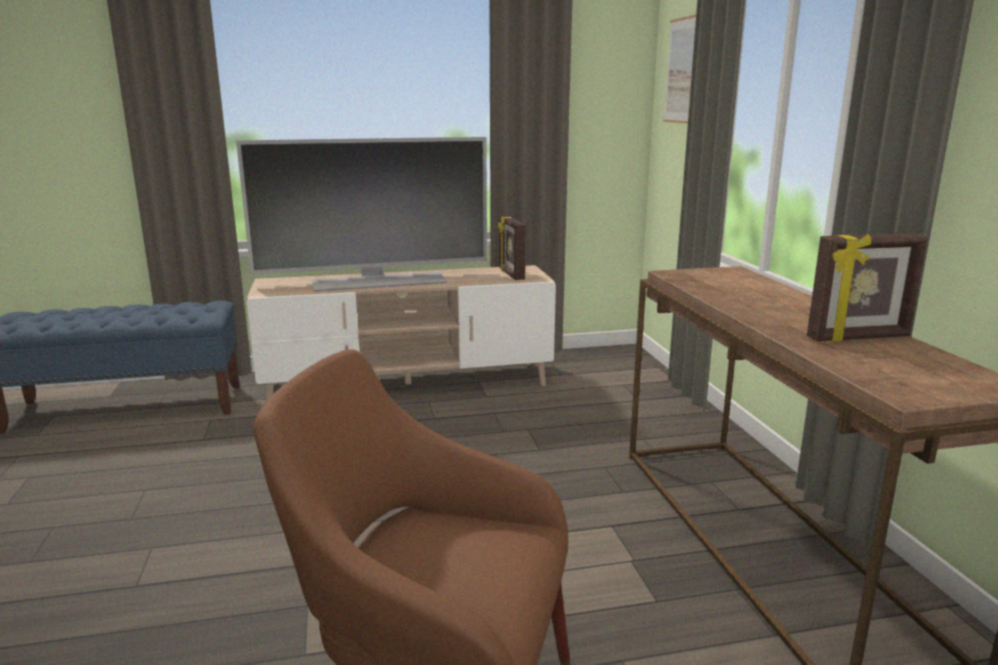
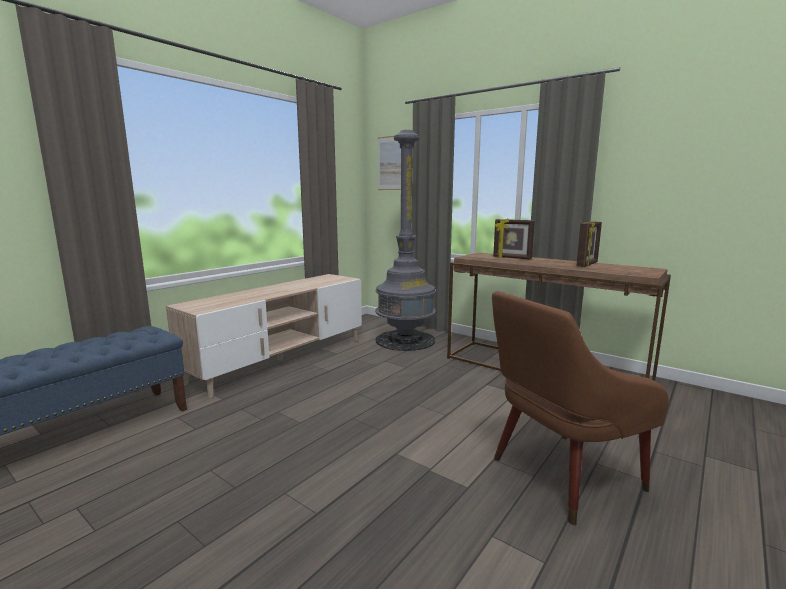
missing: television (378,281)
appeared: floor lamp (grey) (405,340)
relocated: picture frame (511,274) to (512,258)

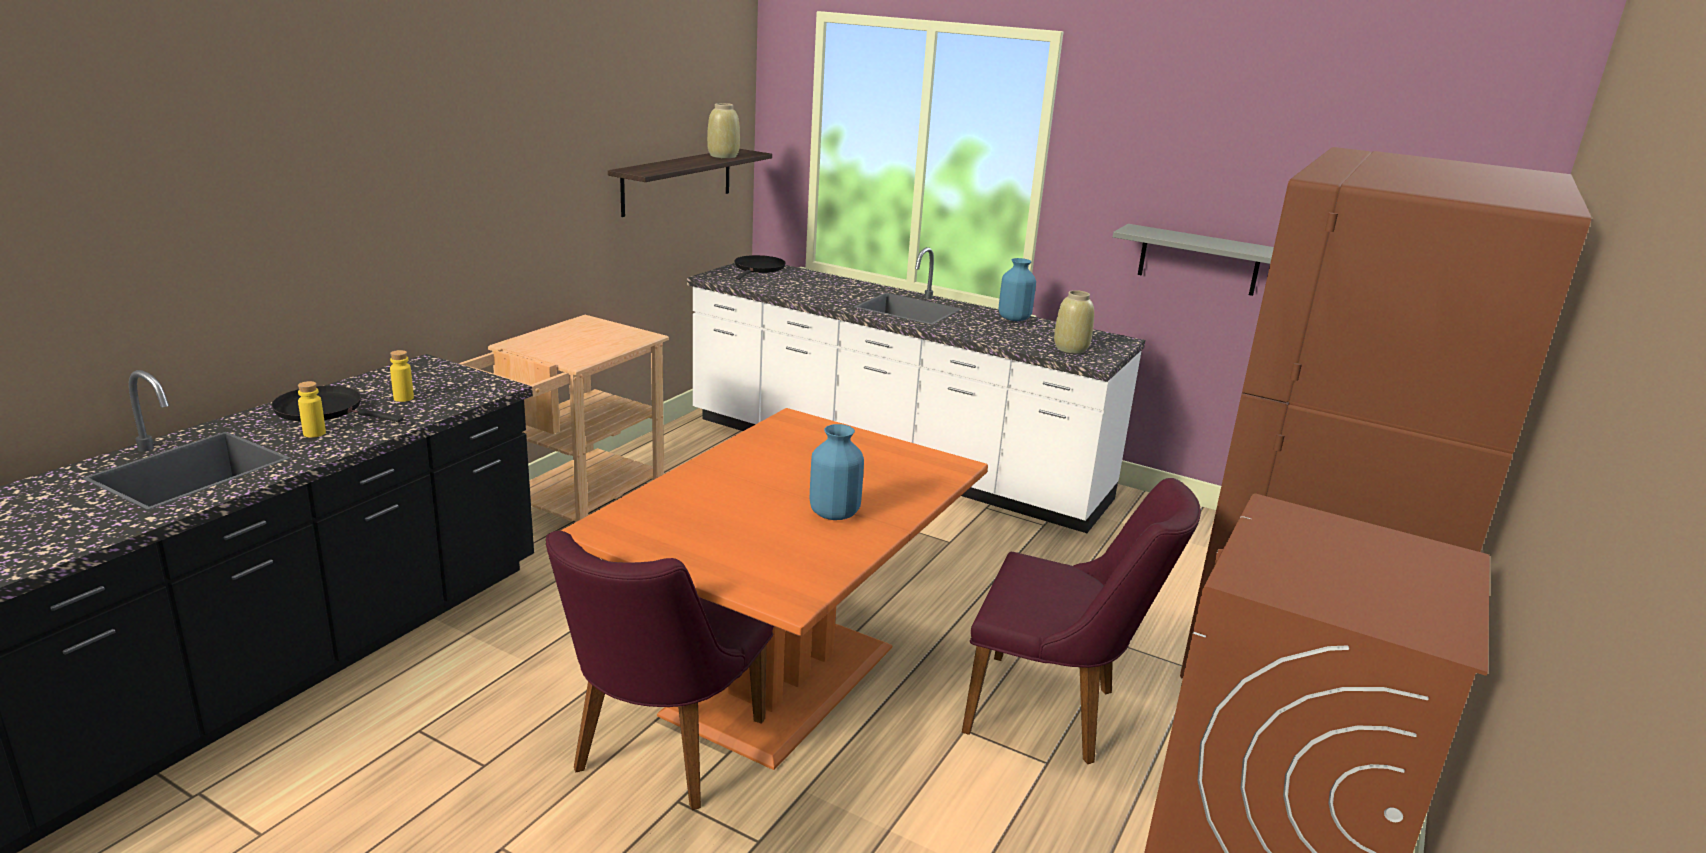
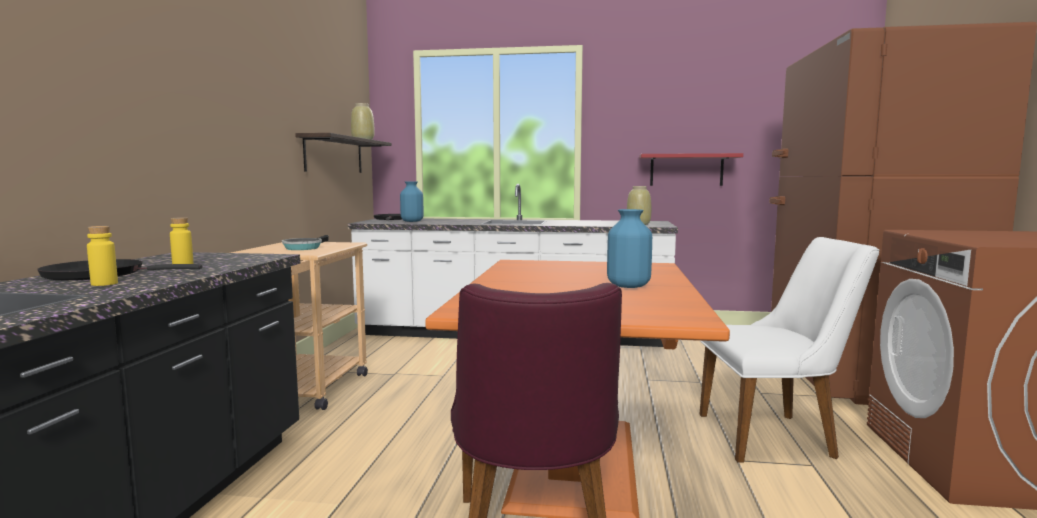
appeared: frying pan (304,247)
relocated: vase (blue) (1013,318) to (412,221)
colour: shelf (grey) (1198,260) to shelf (red) (686,170); chair (purple) (1056,713) to chair (white) (778,436)

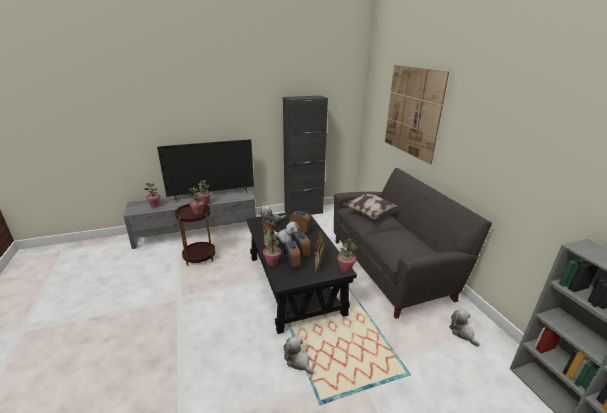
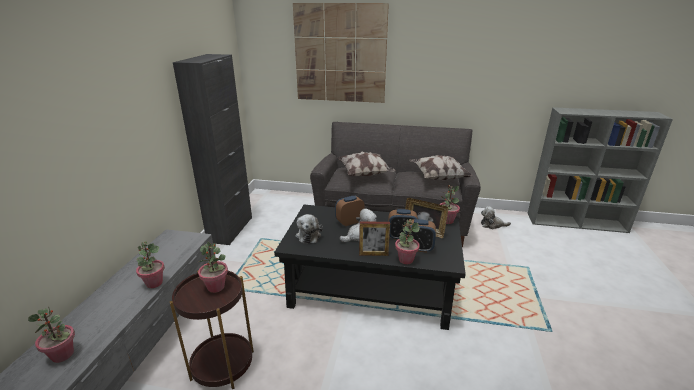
missing: television (212,195); plush toy (298,361)
appeared: pillow (438,177)

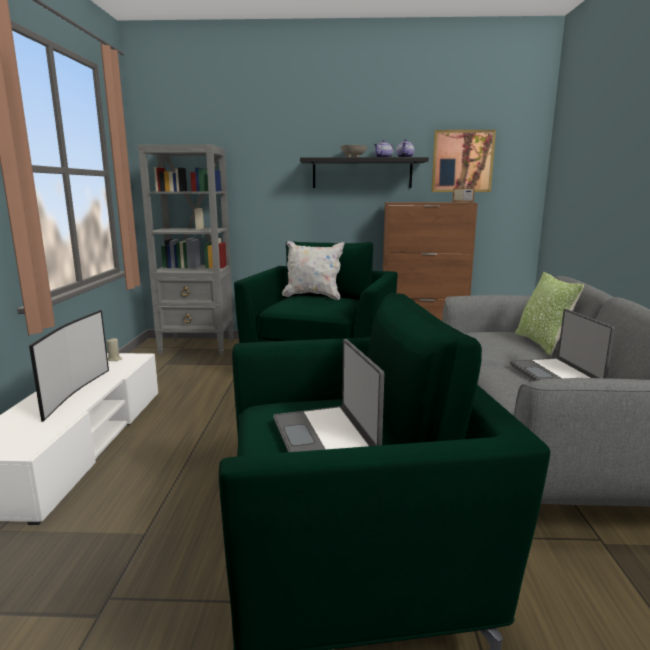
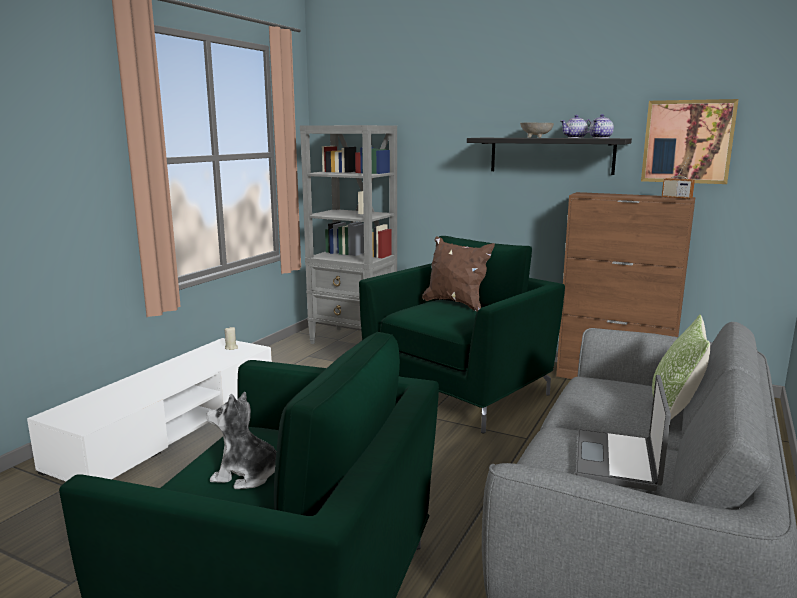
missing: television (74,393)
exchanged: laptop (326,437) to plush toy (247,475)
colour: pillow (white) (313,296) to pillow (brown) (456,303)

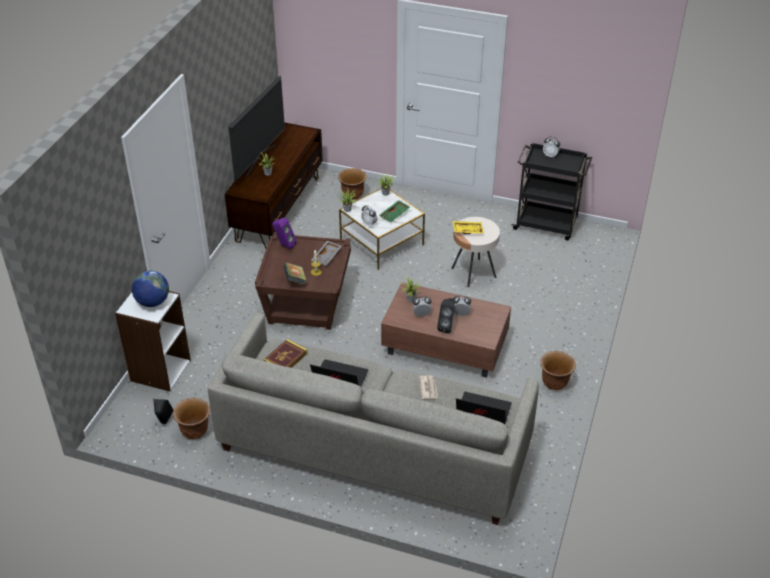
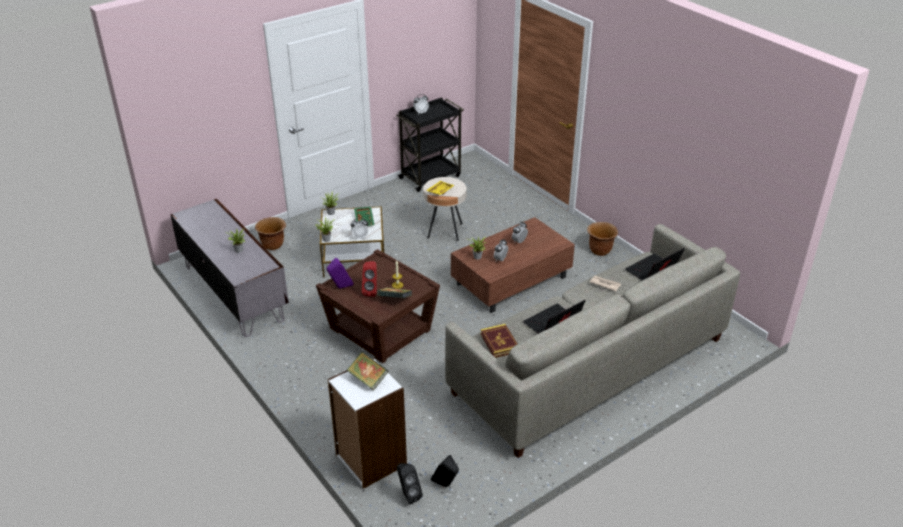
missing: television (260,160); tray (grey) (327,257); planter (brown) (195,431)
appeared: speaker (red) (371,291)
relocated: speaker (black) (447,327) to (408,495)
exchanged: globe (152,302) to book (368,379)
colour: tv stand (brown) (279,208) to tv stand (grey) (234,292)

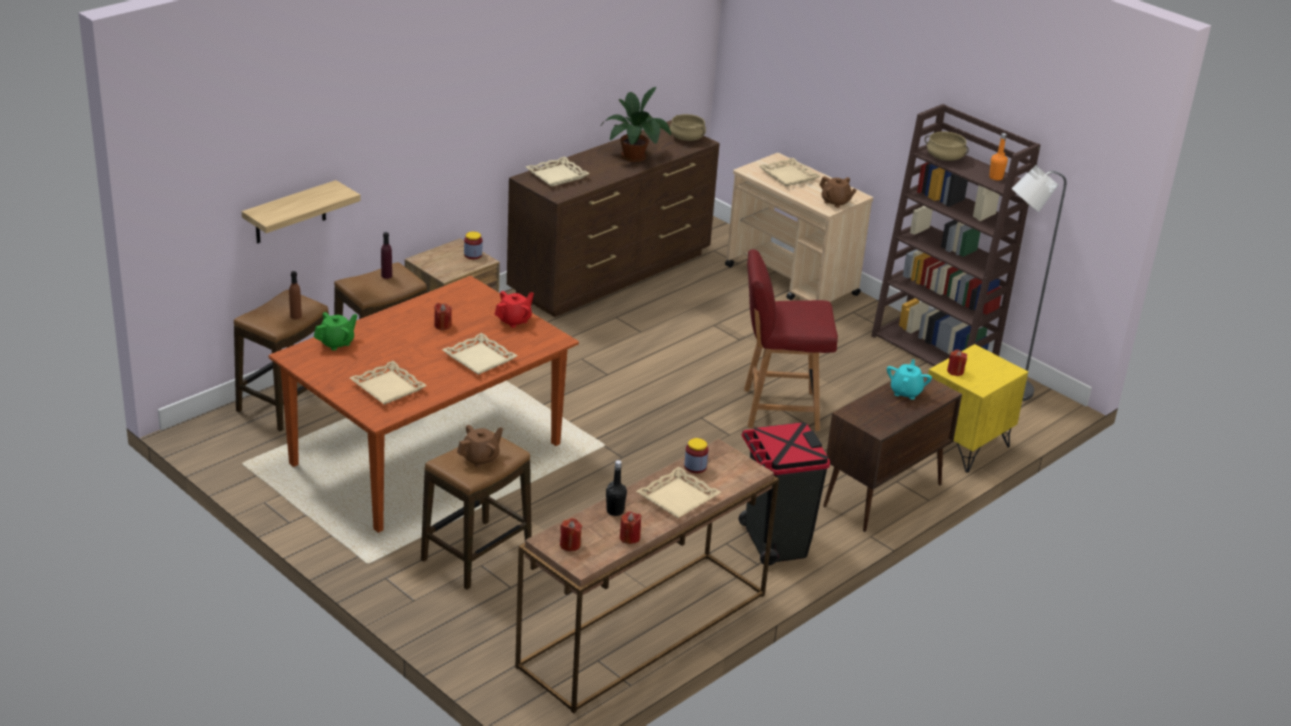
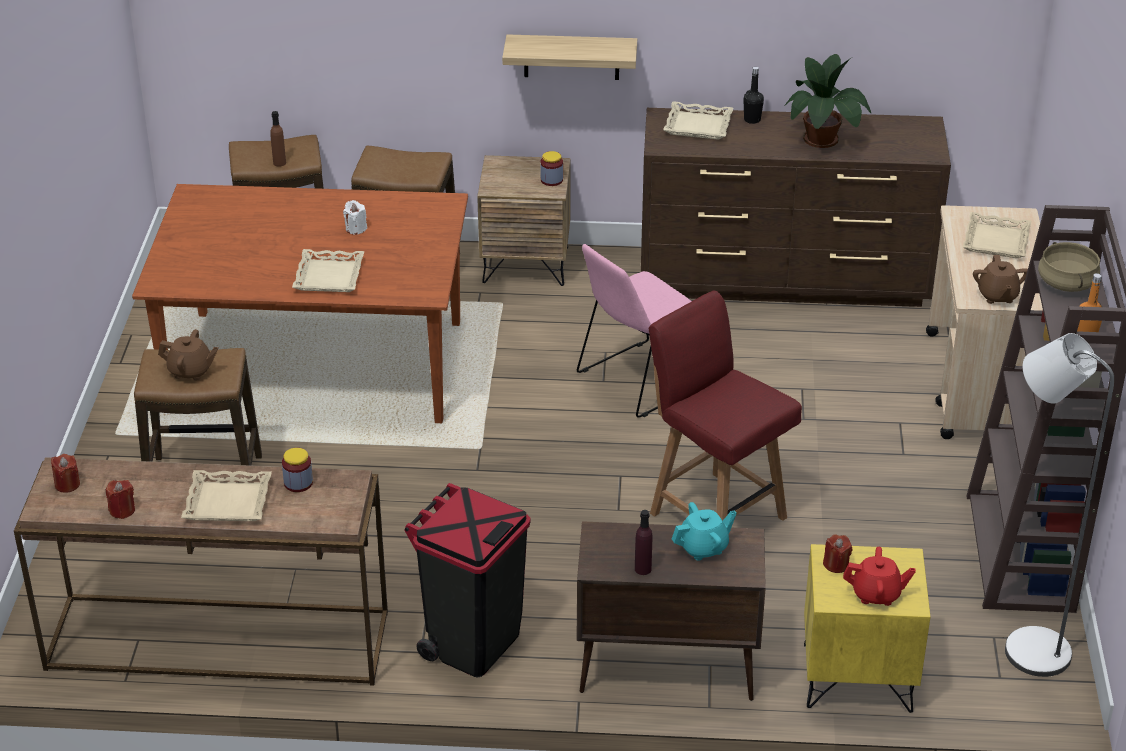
missing: cooking pot (beige) (687,138); teapot (green) (336,343); tray (beige) (388,388)
appeared: chair (pink) (637,381)
relocated: shelf (290,213) to (571,57); bottle (purple) (386,276) to (643,569); teapot (red) (514,320) to (876,594); bottle (black) (615,511) to (752,120)
colour: candle (red) (442,325) to candle (white) (356,229)

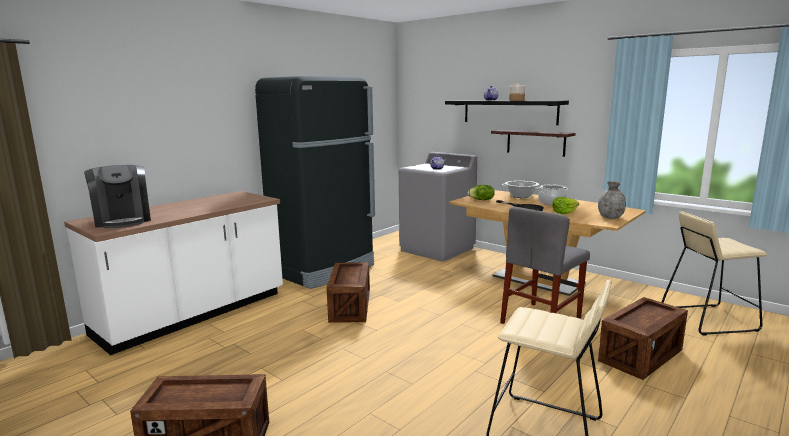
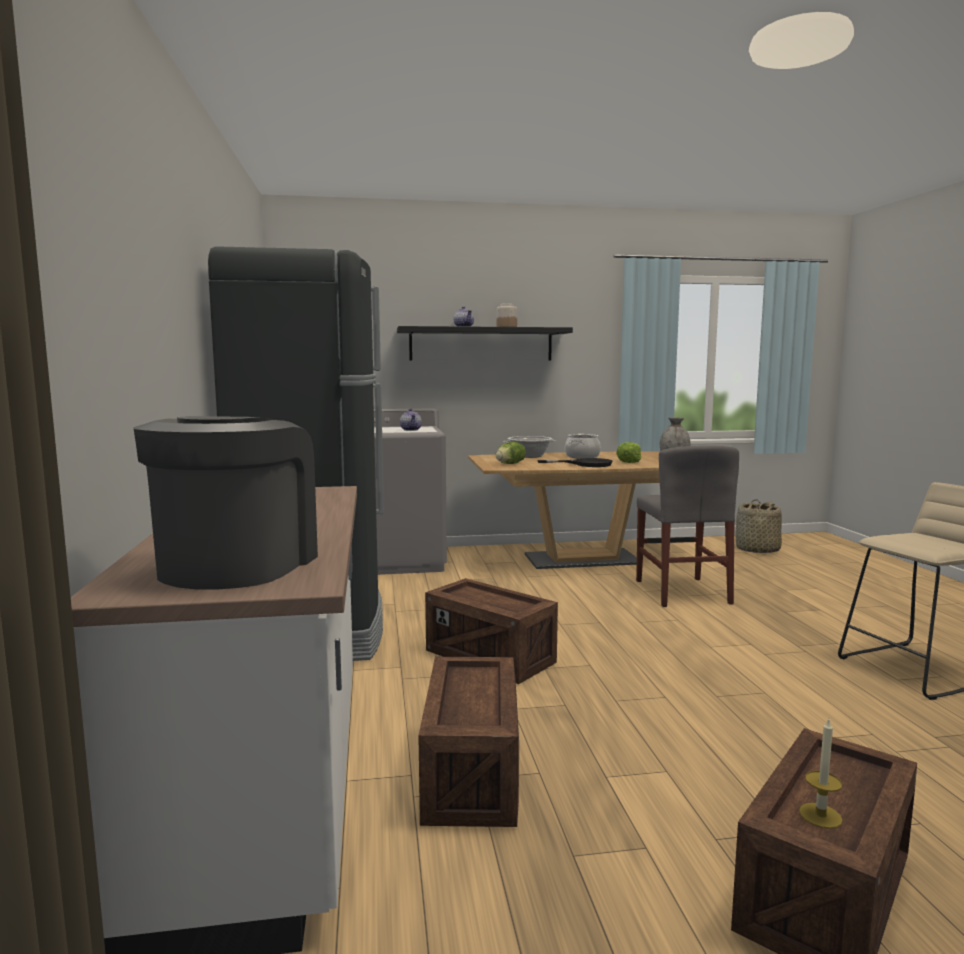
missing: shelf (535,142)
appeared: candle (820,815)
relocated: crate (640,356) to (471,773)
exchanged: stool (beige) (708,319) to basket (757,550)
spun: coffee machine (123,220) = (237,565) 90 degrees counterclockwise

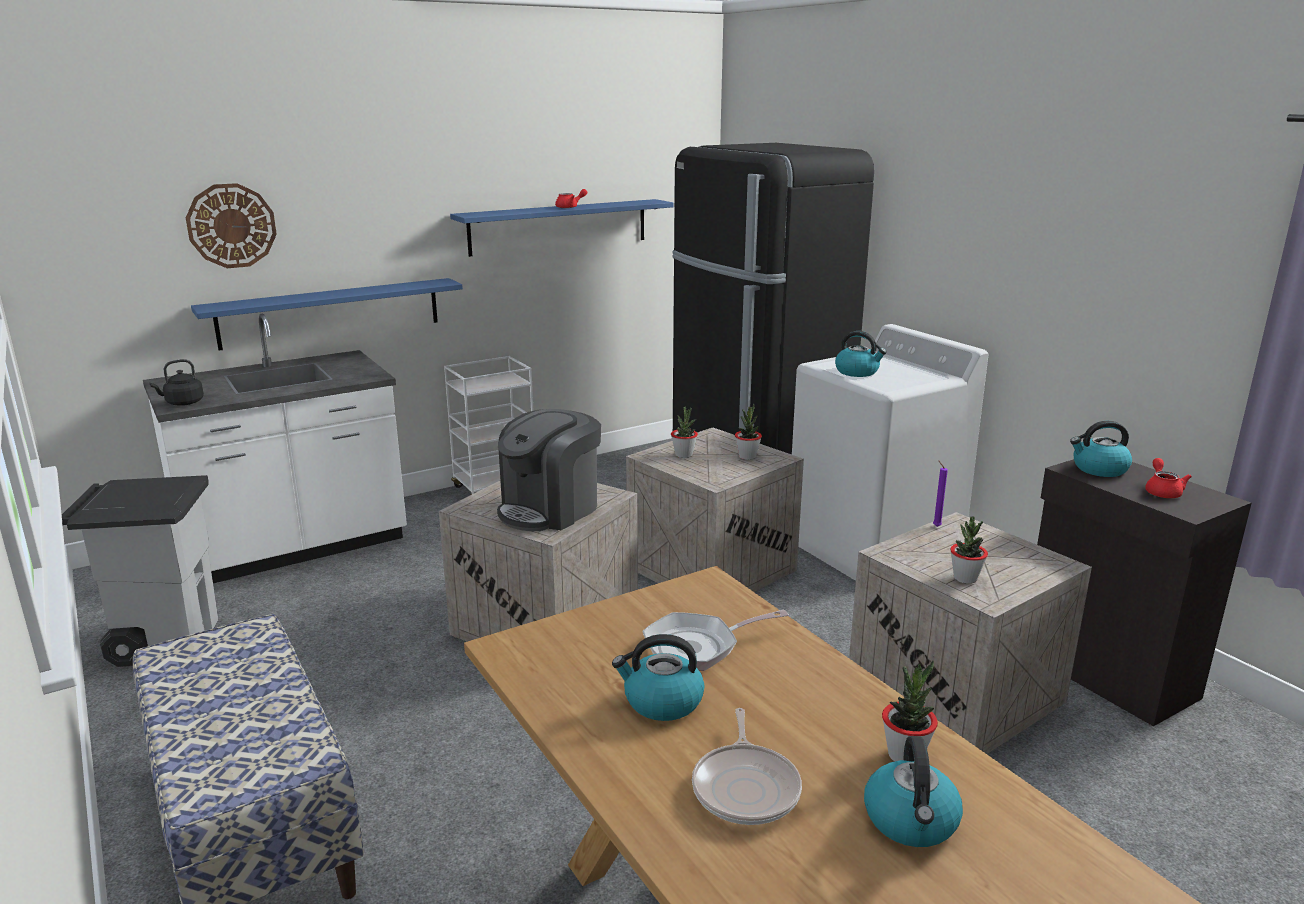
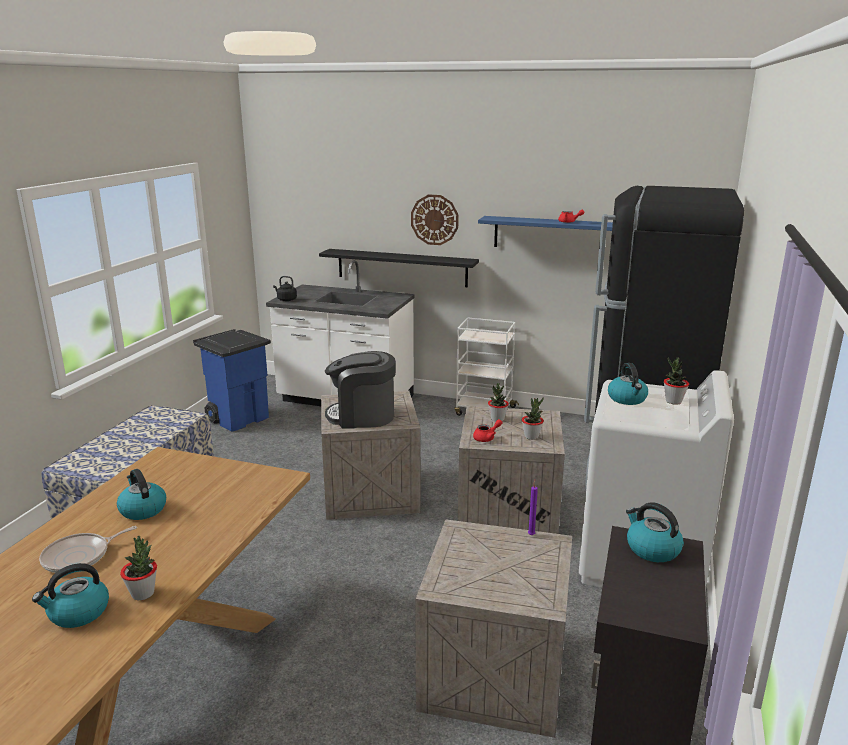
missing: frying pan (698,647)
relocated: wall clock (231,226) to (434,219); teapot (red) (1162,491) to (487,438); potted plant (965,578) to (673,401)
colour: shelf (blue) (331,313) to shelf (black) (401,267); trash can (grey) (166,640) to trash can (blue) (239,418)

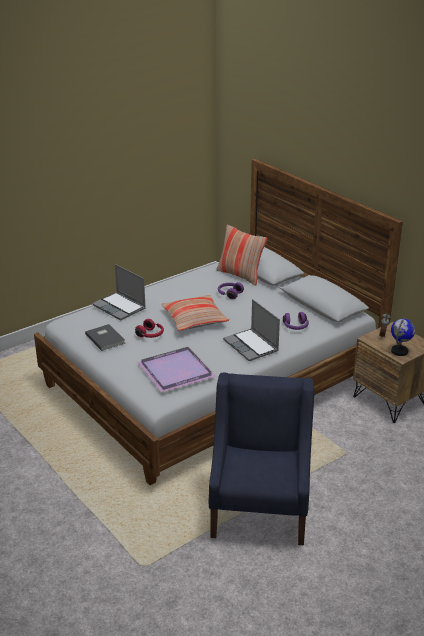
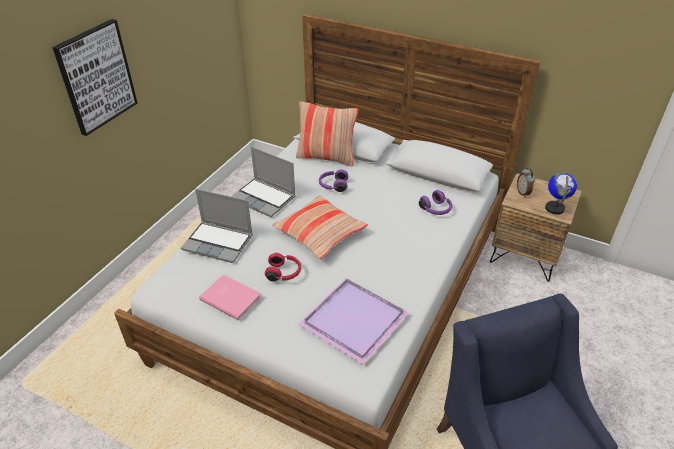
appeared: picture (96,77)
relocated: laptop (252,346) to (264,198)
colour: book (grey) (105,338) to book (pink) (231,297)

